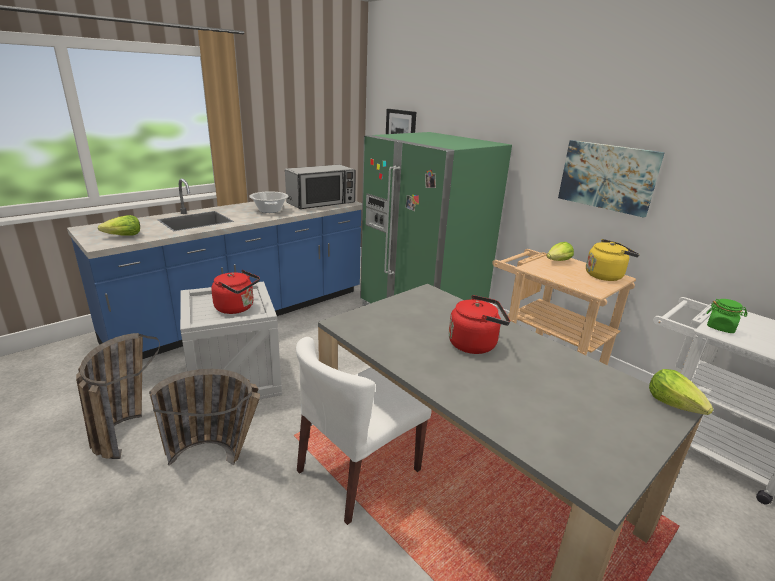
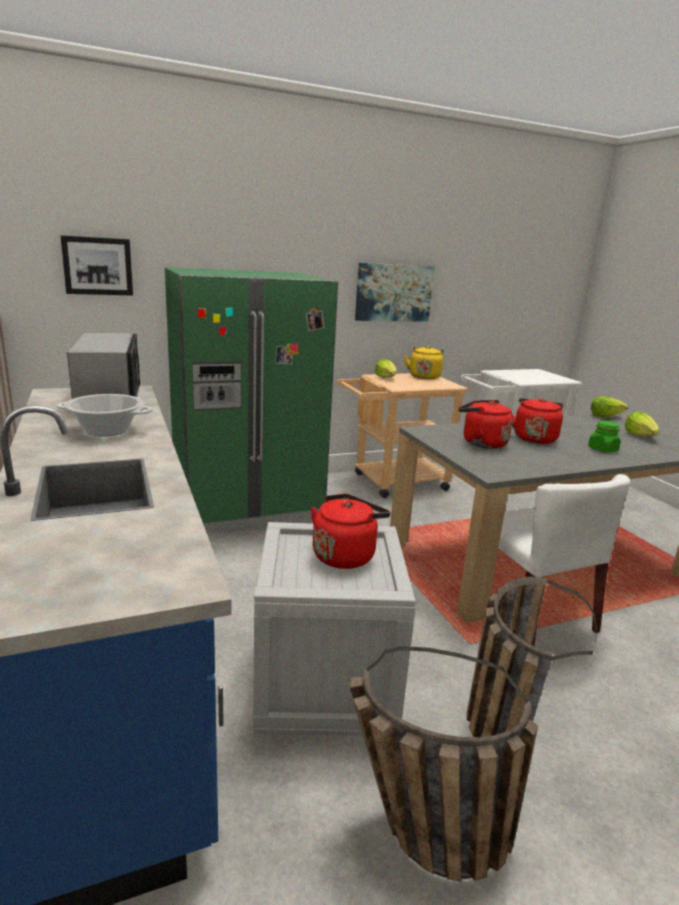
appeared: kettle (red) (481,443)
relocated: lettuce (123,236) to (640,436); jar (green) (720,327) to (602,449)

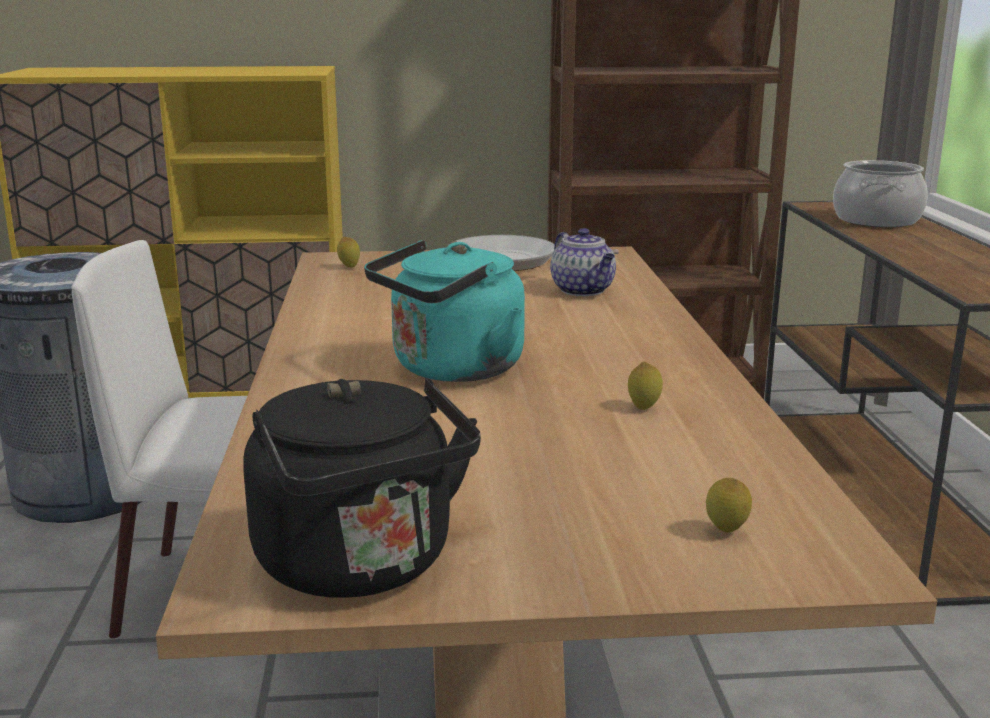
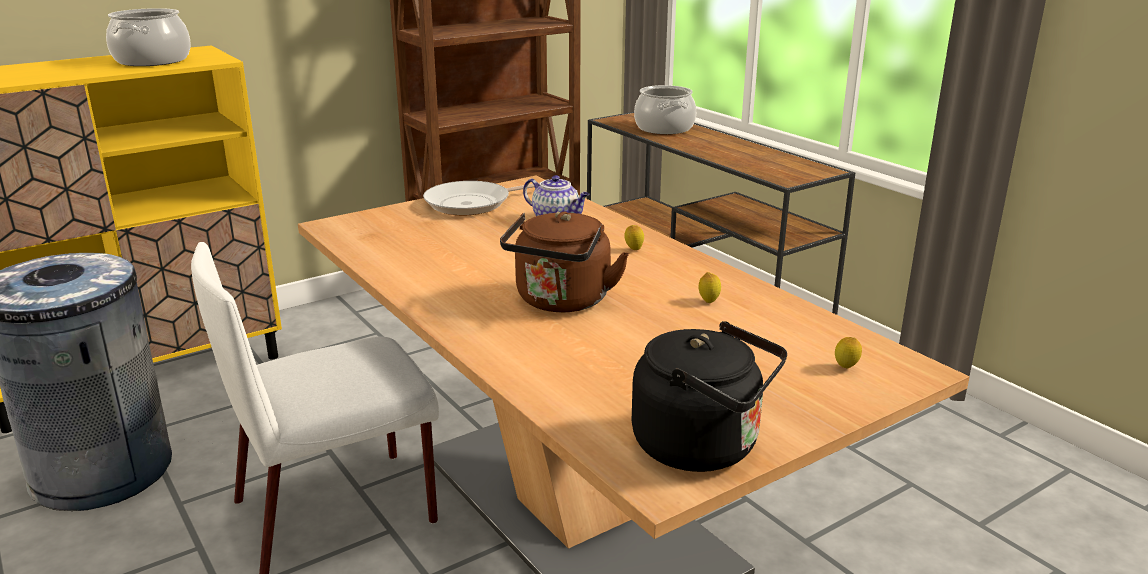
appeared: cooking pot (153,61)
relocated: lemon (349,267) to (633,249)
colour: kettle (turquoise) (451,370) to kettle (brown) (561,302)

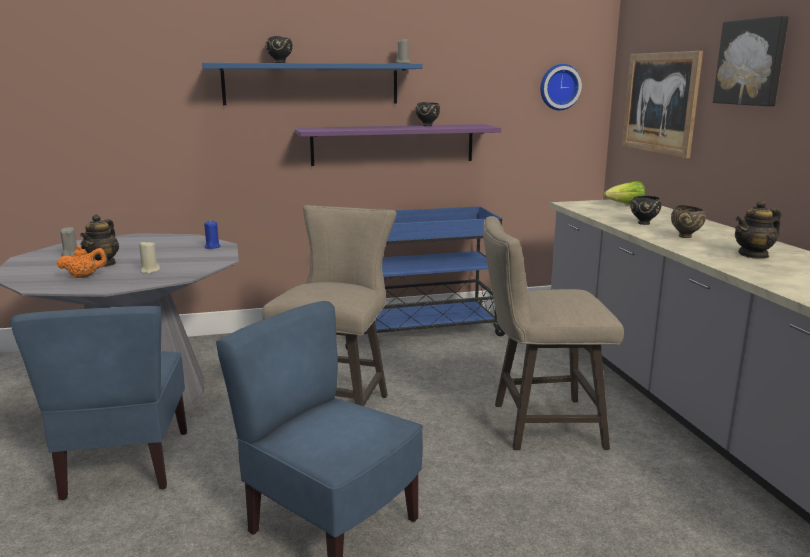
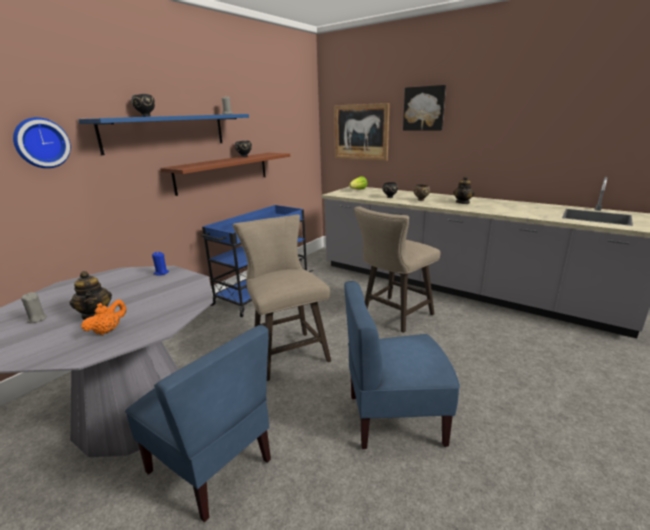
missing: candle (beige) (150,271)
relocated: wall clock (559,87) to (41,143)
colour: shelf (purple) (393,144) to shelf (brown) (223,172)

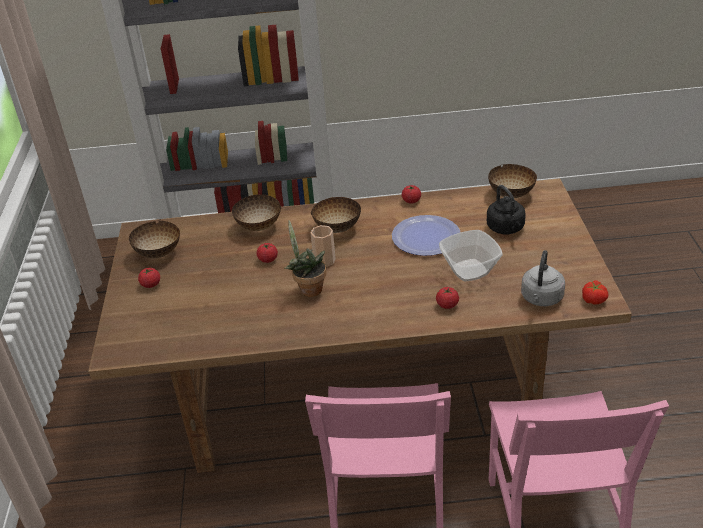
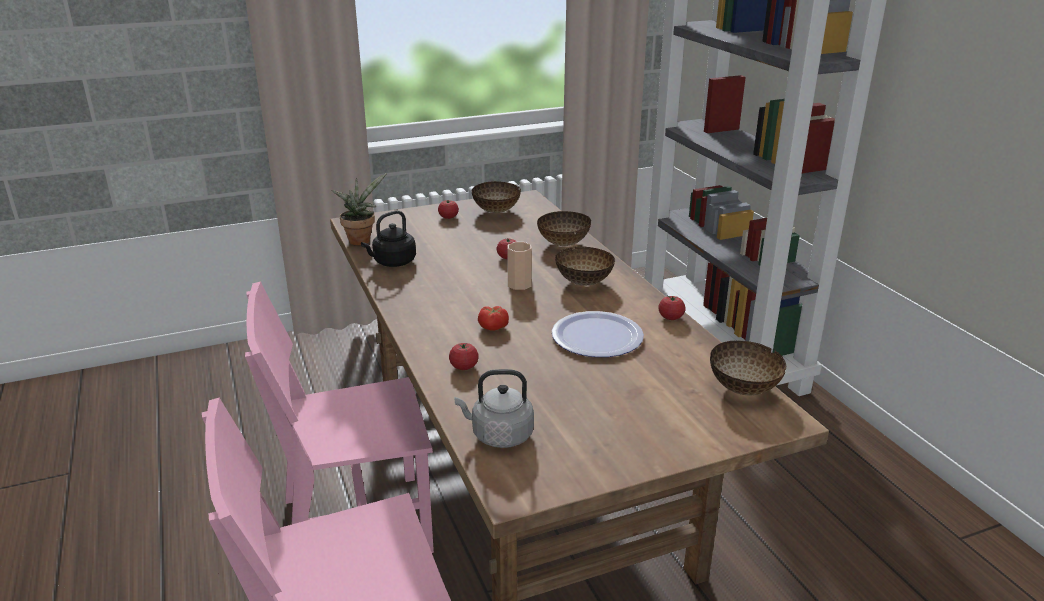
missing: bowl (470,271)
relocated: kettle (black) (506,229) to (392,262); potted plant (308,289) to (361,240); tomato (594,299) to (493,327)

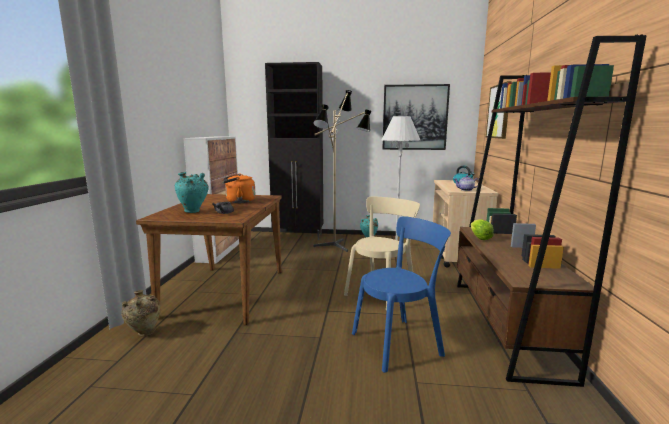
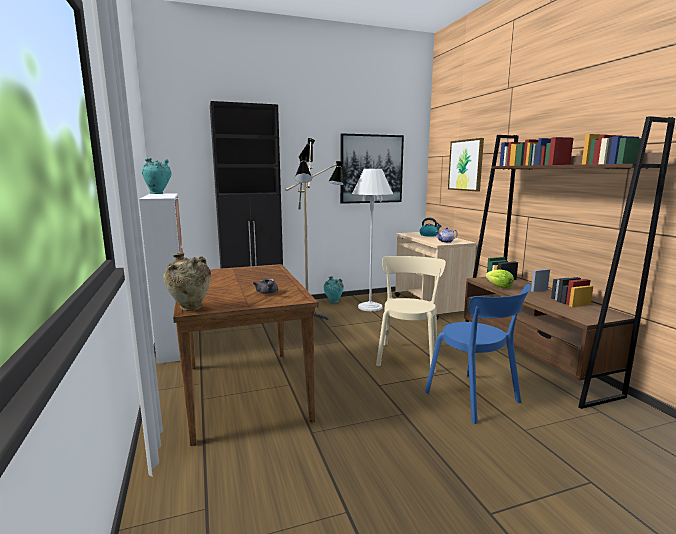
missing: kettle (orange) (238,201)
relocated: vase (turquoise) (193,211) to (158,193); vase (beige) (144,334) to (190,309)
spun: chair (blue) (399,343) = (475,399) 105 degrees clockwise

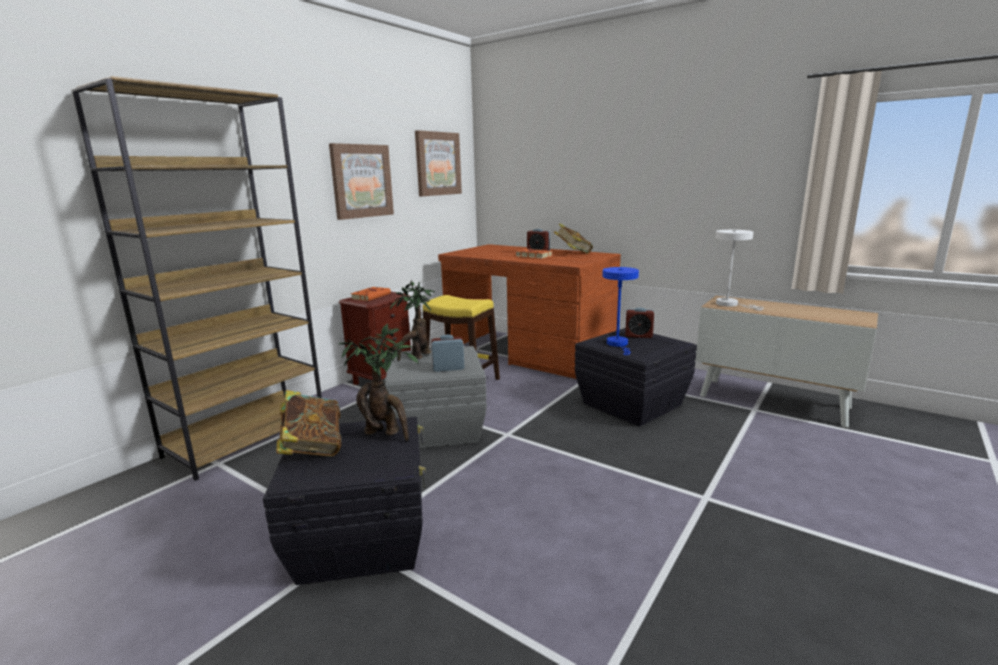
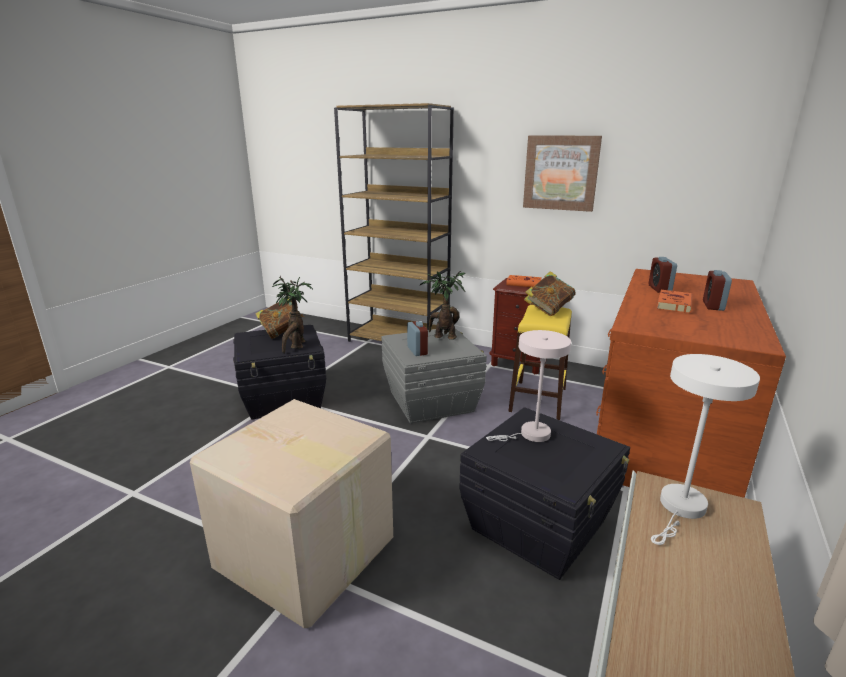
missing: picture (437,164)
appeared: cardboard box (306,555)
relocated: book (573,253) to (548,310); alarm clock (638,336) to (659,289)
colour: table lamp (blue) (618,344) to table lamp (white) (530,435)

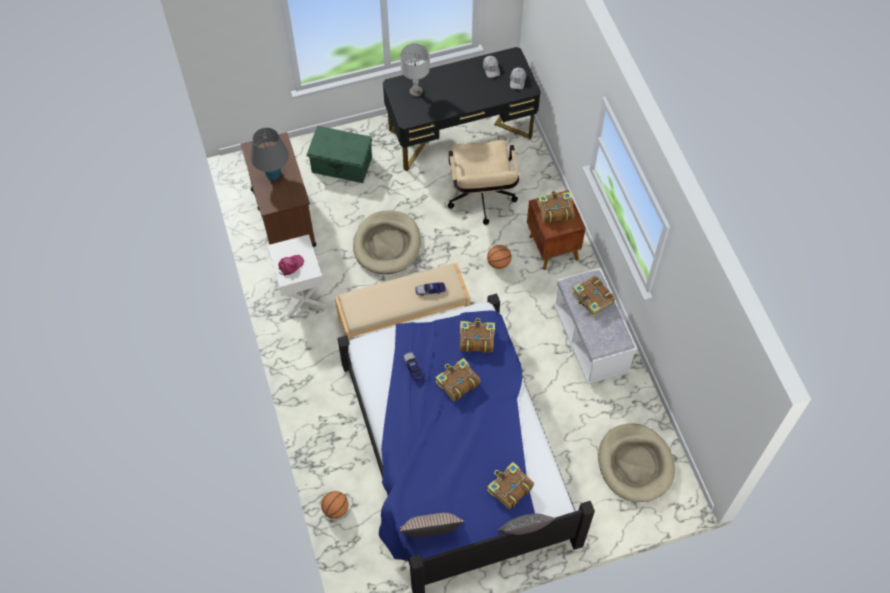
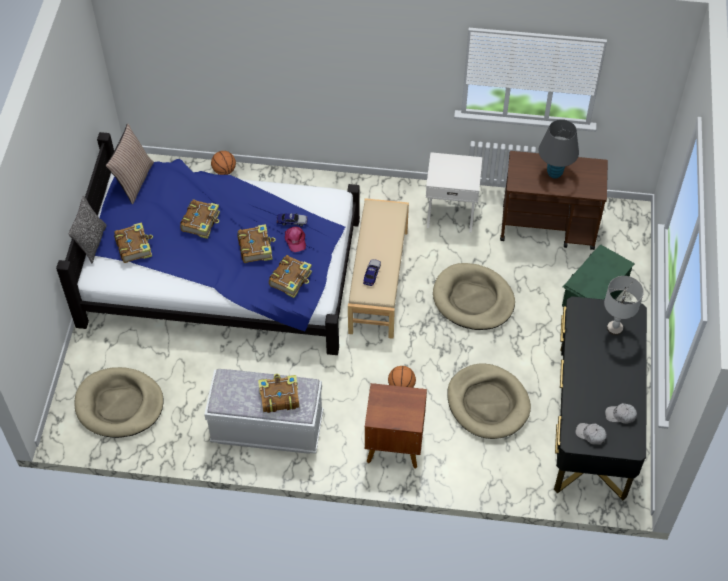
relocated: book (555,210) to (201,222); cap (pink) (290,266) to (295,240)
exchanged: office chair (beige) (481,201) to dog bed (beige) (488,403)

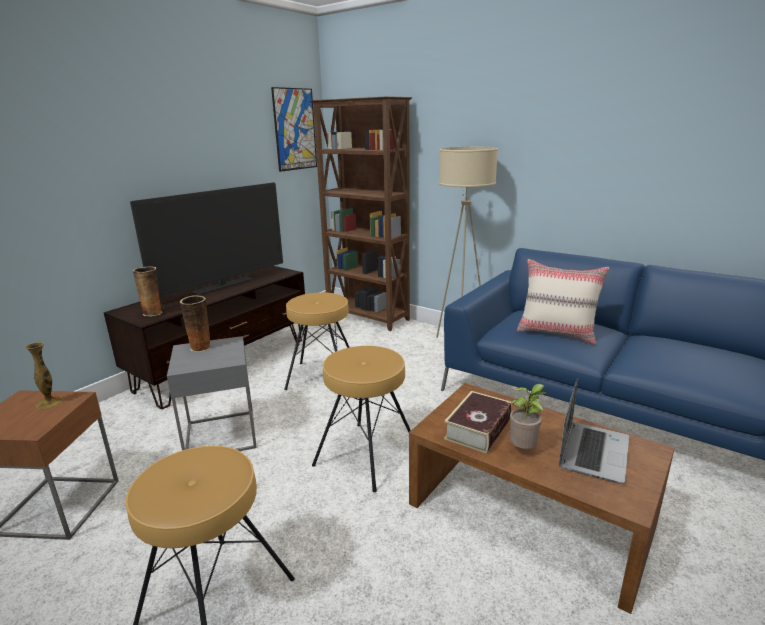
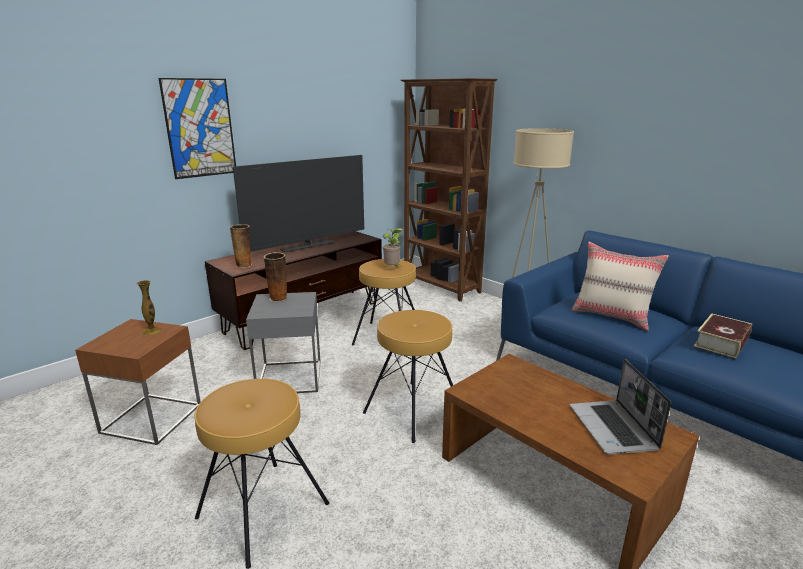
relocated: picture (295,129) to (200,128); potted plant (524,450) to (393,268); book (478,429) to (721,342)
spun: laptop (592,452) = (613,429) 135 degrees clockwise

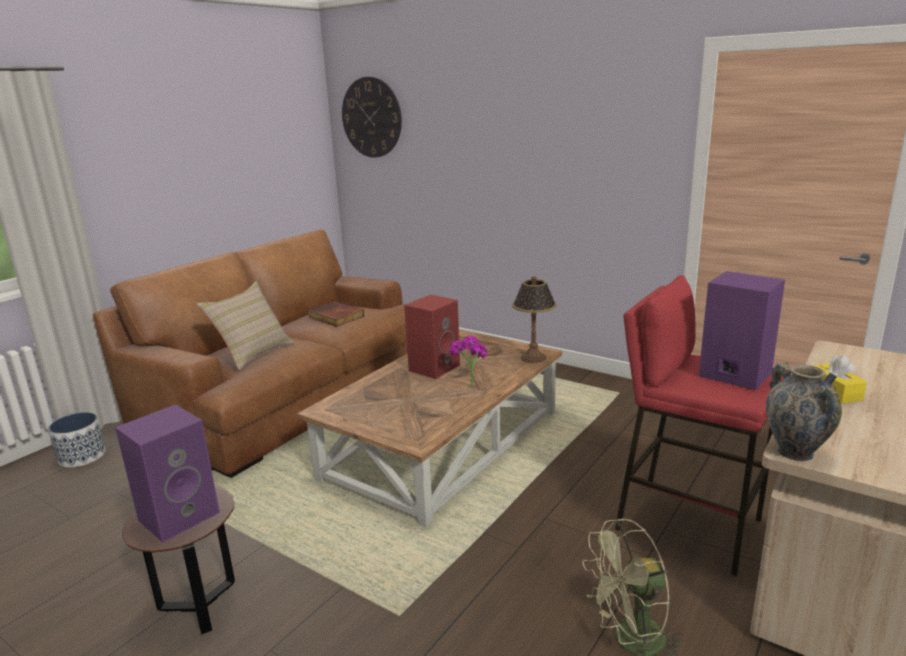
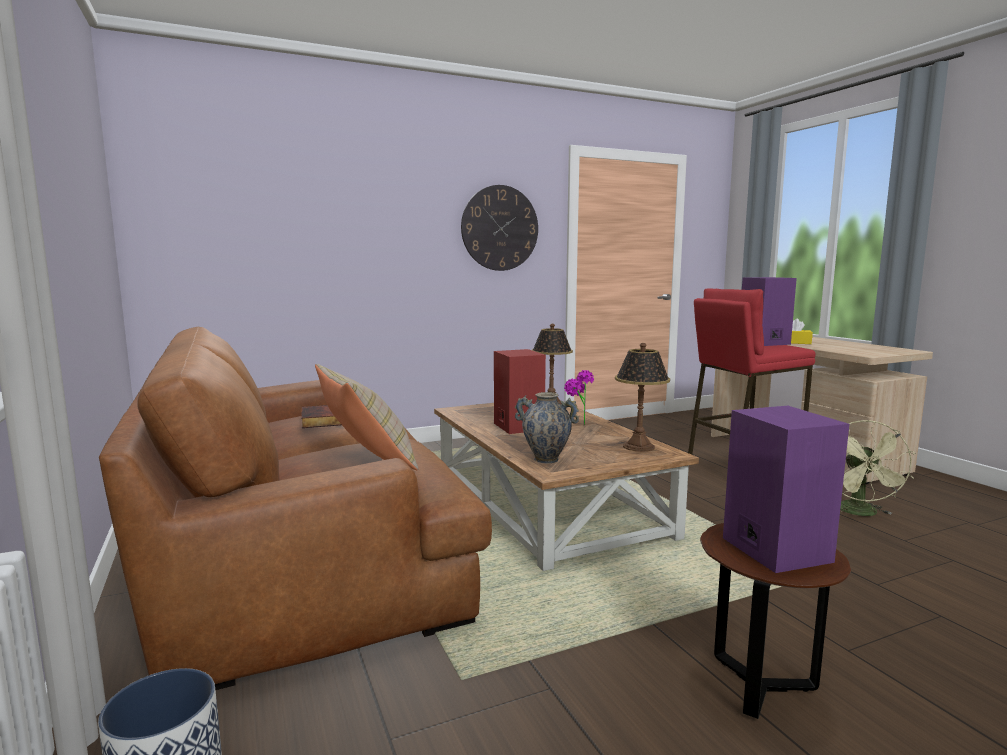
appeared: table lamp (639,446)
relocated: wall clock (371,117) to (500,228); vase (795,452) to (546,459)

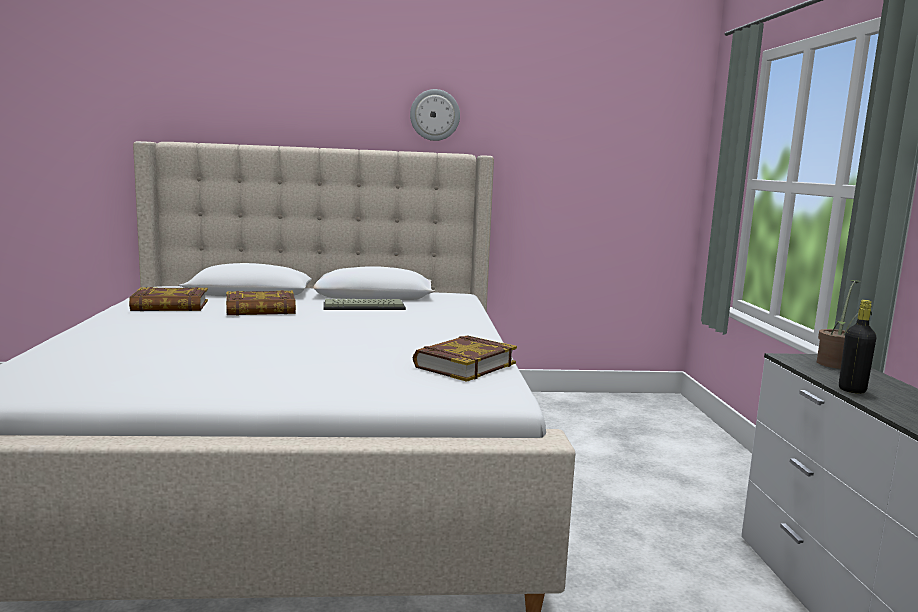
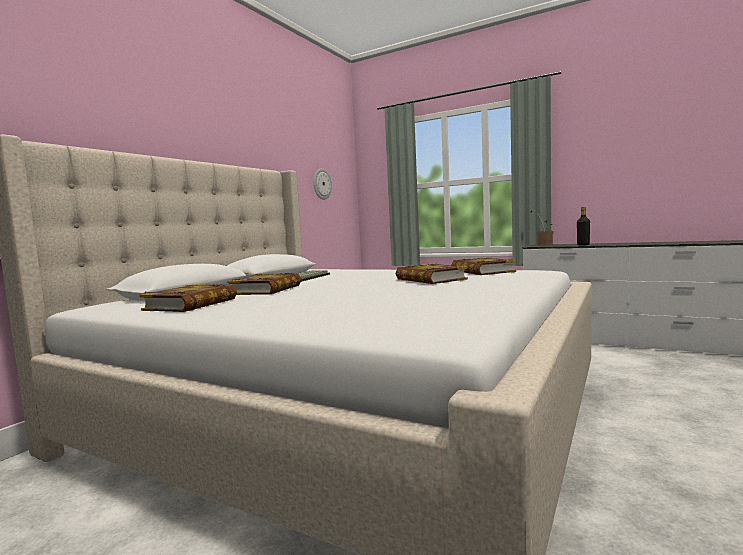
appeared: book (430,279)
relocated: wall clock (435,115) to (321,184)

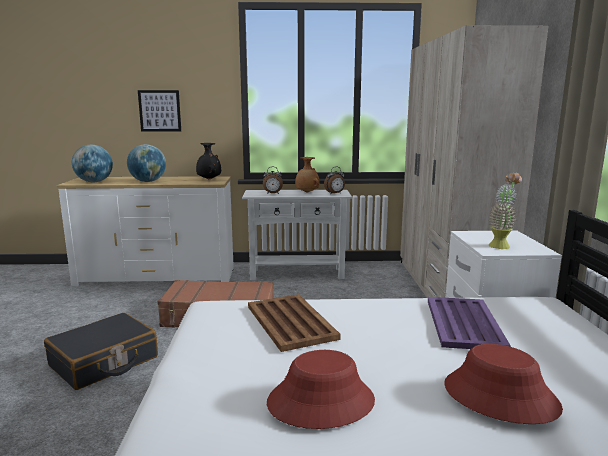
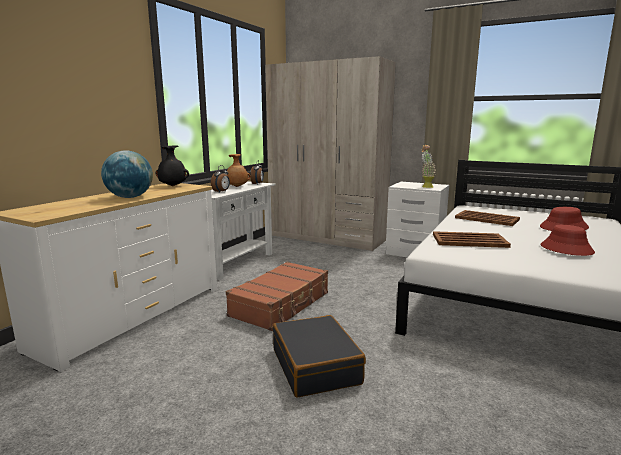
missing: picture (160,111); globe (94,182)
colour: tray (purple) (464,323) to tray (brown) (486,218)

